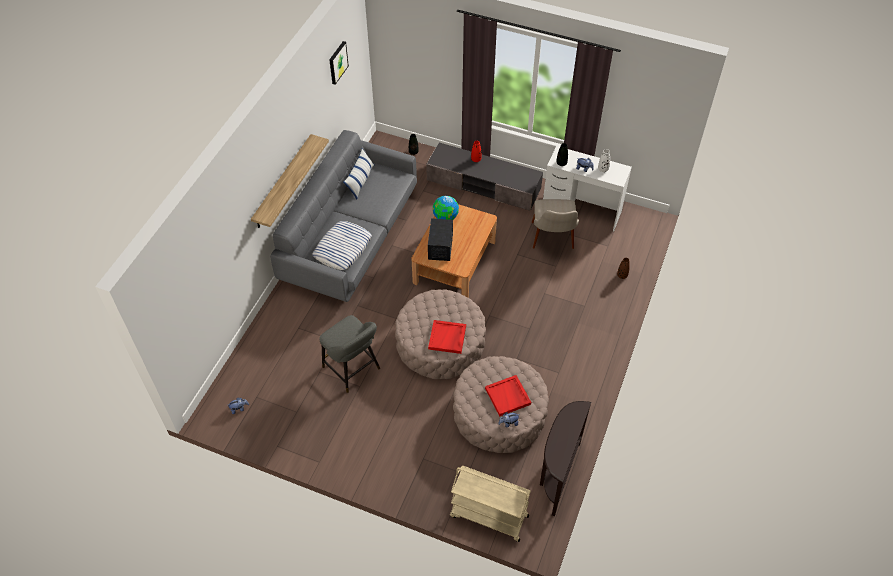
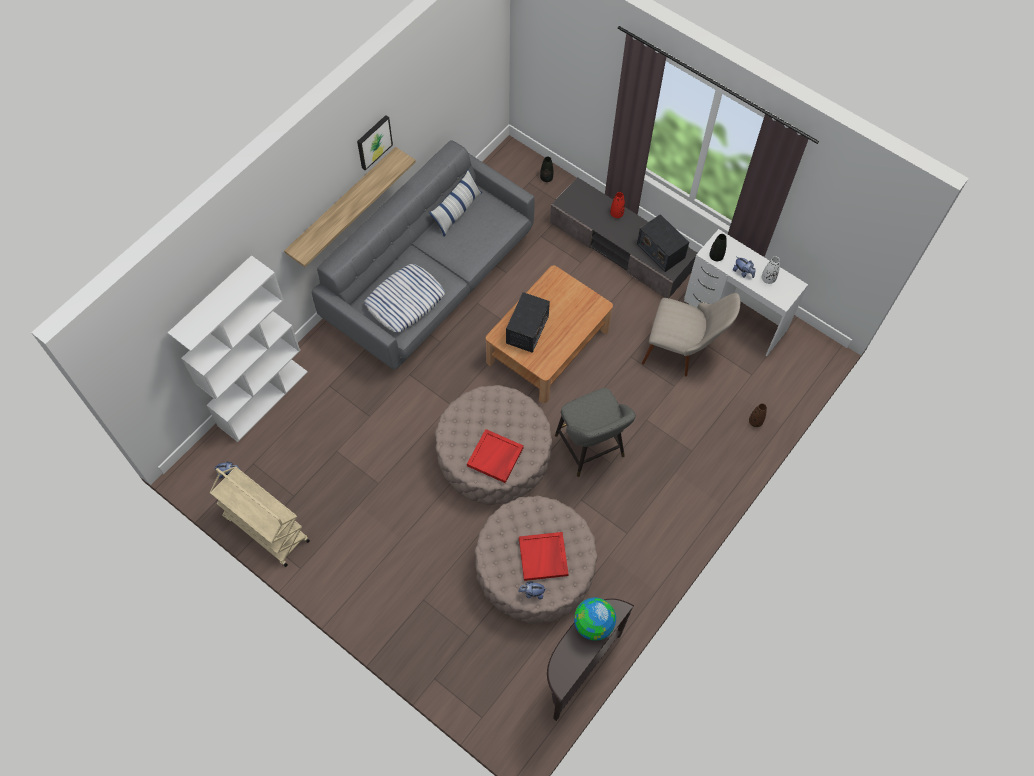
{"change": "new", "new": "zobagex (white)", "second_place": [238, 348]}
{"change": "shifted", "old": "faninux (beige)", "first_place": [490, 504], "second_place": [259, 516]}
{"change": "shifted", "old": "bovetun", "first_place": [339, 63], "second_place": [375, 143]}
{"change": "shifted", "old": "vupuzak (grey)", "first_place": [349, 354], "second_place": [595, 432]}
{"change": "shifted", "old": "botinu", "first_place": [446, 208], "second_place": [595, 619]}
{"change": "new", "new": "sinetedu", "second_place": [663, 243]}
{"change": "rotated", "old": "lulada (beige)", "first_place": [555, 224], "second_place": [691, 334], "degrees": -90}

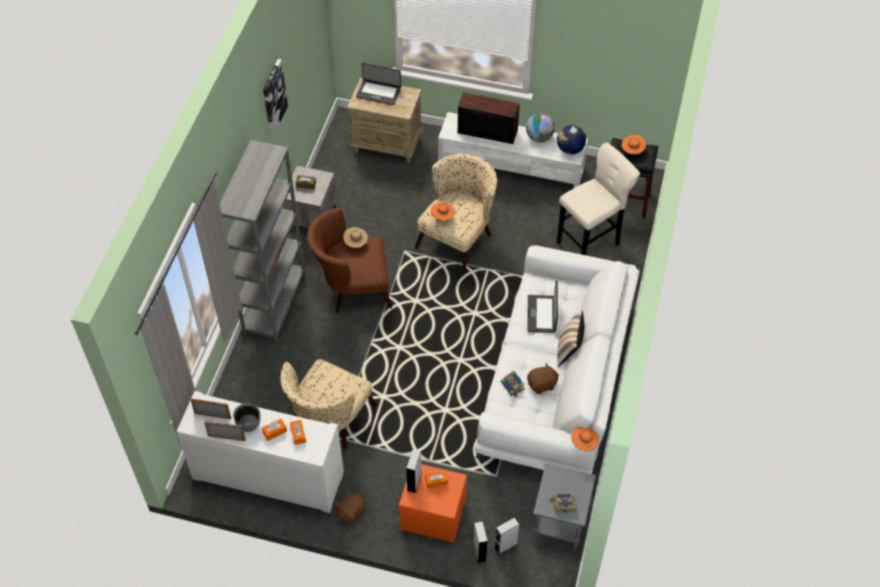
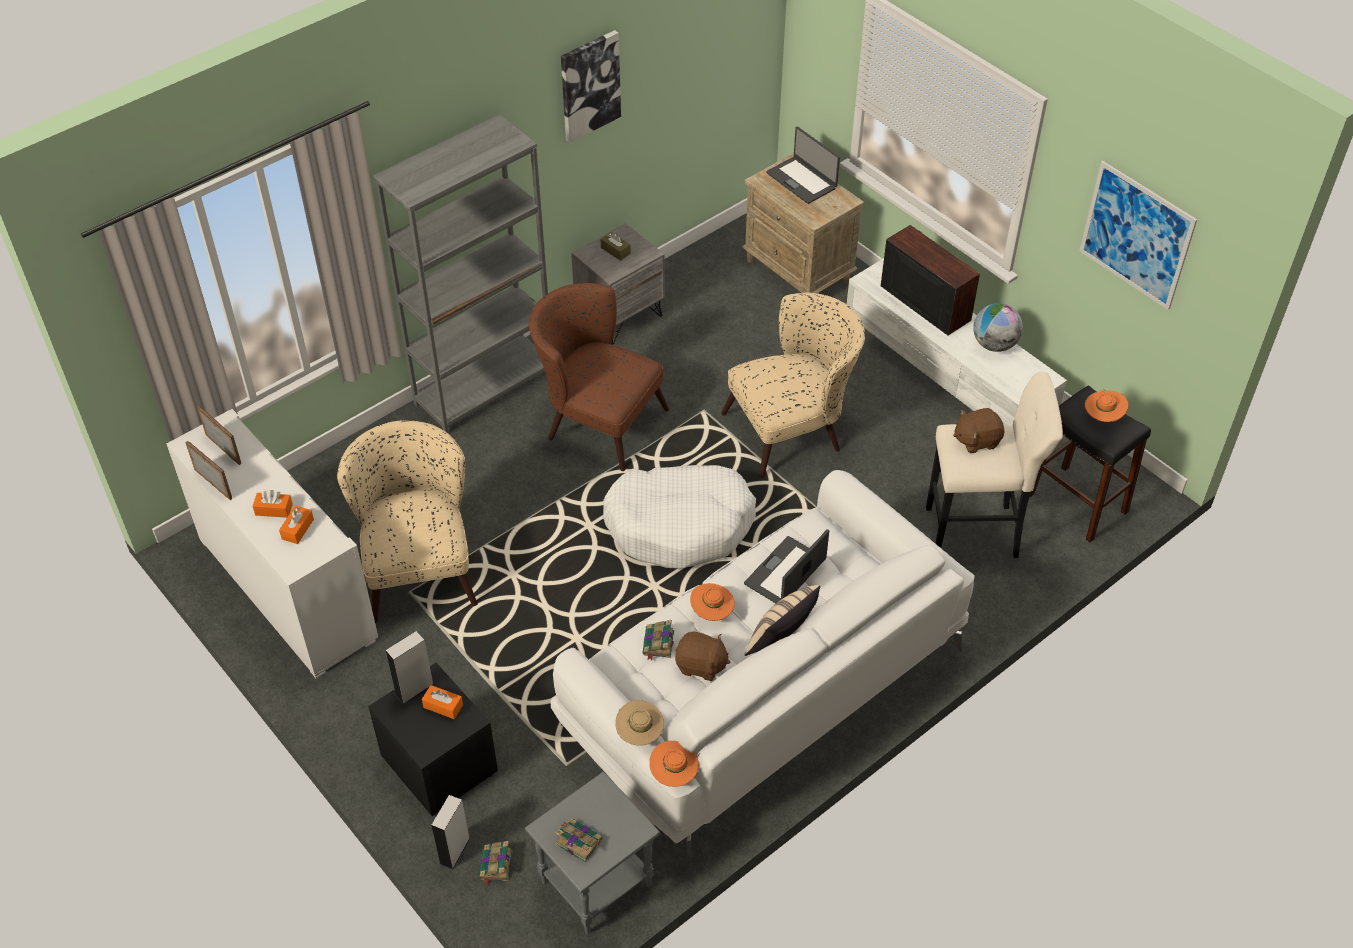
{"change": "rotated", "old": "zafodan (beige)", "first_place": [328, 404], "second_place": [407, 521], "degrees": 105}
{"change": "repainted", "old": "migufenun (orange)", "new": "migufenun (black)", "first_place": [433, 503], "second_place": [433, 739]}
{"change": "swapped", "old": "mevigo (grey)", "new": "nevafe", "first_place": [506, 536], "second_place": [496, 863]}
{"change": "new", "new": "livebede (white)", "second_place": [679, 517]}
{"change": "shifted", "old": "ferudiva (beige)", "first_place": [355, 237], "second_place": [639, 723]}
{"change": "shifted", "old": "ferudiva (orange)", "first_place": [443, 211], "second_place": [712, 602]}
{"change": "shifted", "old": "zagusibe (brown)", "first_place": [350, 508], "second_place": [979, 430]}
{"change": "new", "new": "bovetun", "second_place": [1138, 235]}
{"change": "gone", "old": "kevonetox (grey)", "first_place": [247, 417]}
{"change": "gone", "old": "botinu", "first_place": [571, 139]}

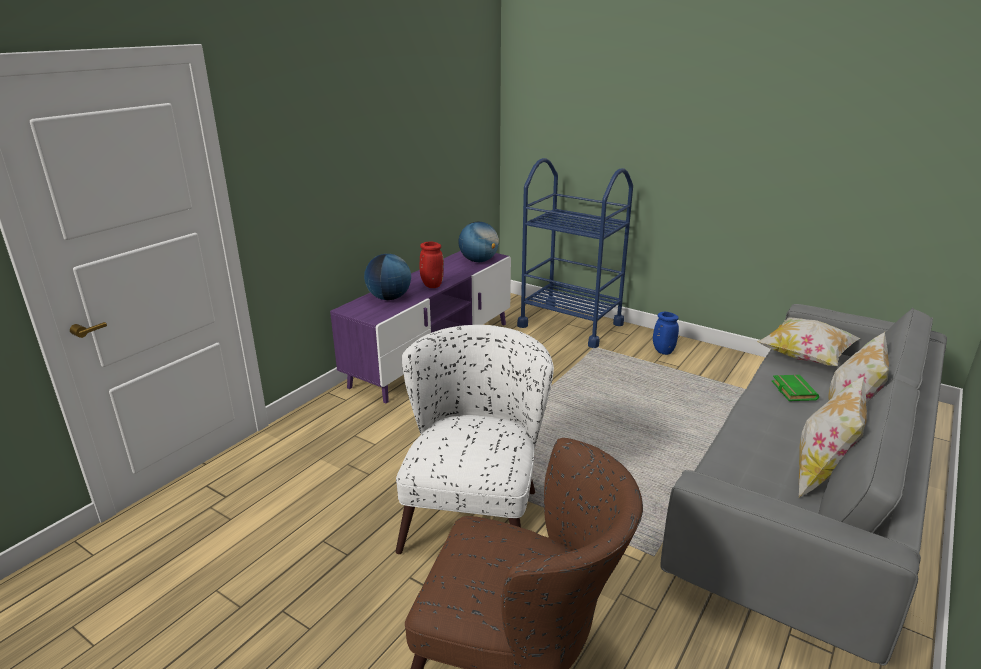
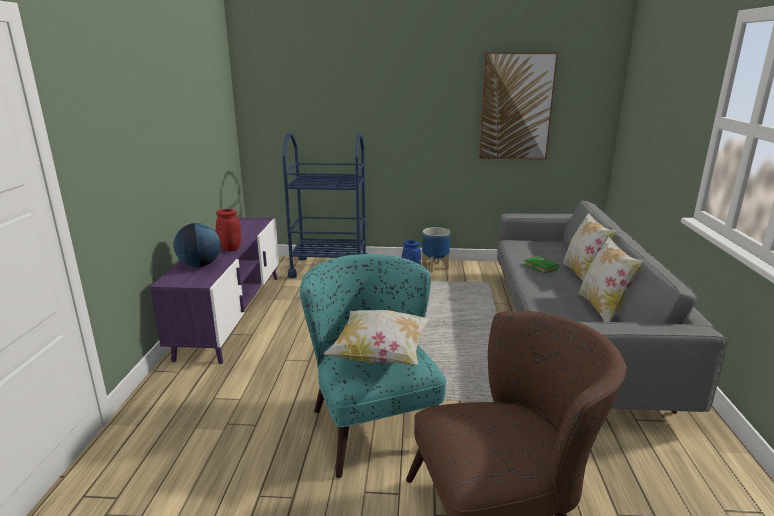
{"change": "repainted", "old": "zafodan (white)", "new": "zafodan (turquoise)", "first_place": [475, 439], "second_place": [373, 366]}
{"change": "shifted", "old": "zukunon", "first_place": [808, 341], "second_place": [377, 337]}
{"change": "new", "new": "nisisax", "second_place": [436, 250]}
{"change": "new", "new": "bovetun", "second_place": [518, 106]}
{"change": "gone", "old": "botinu", "first_place": [478, 242]}

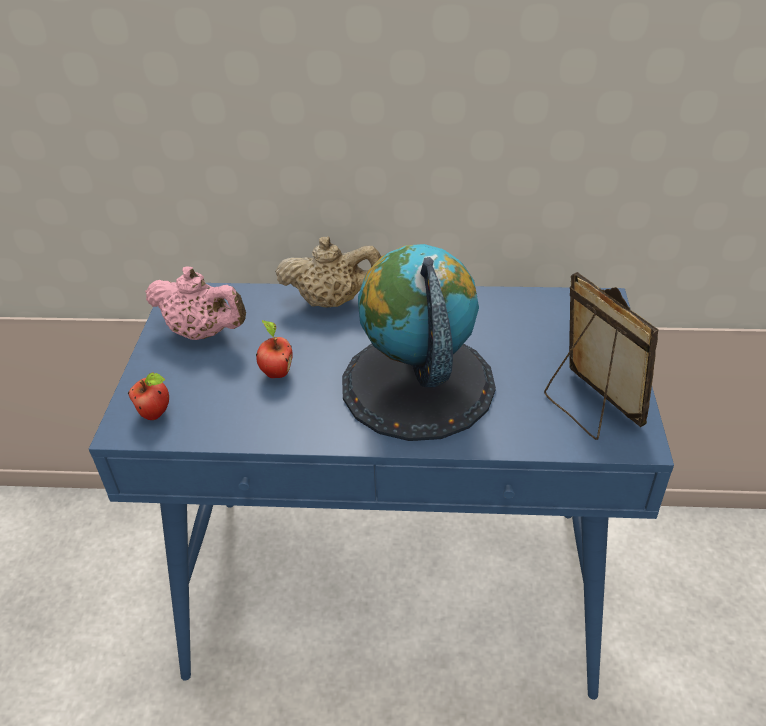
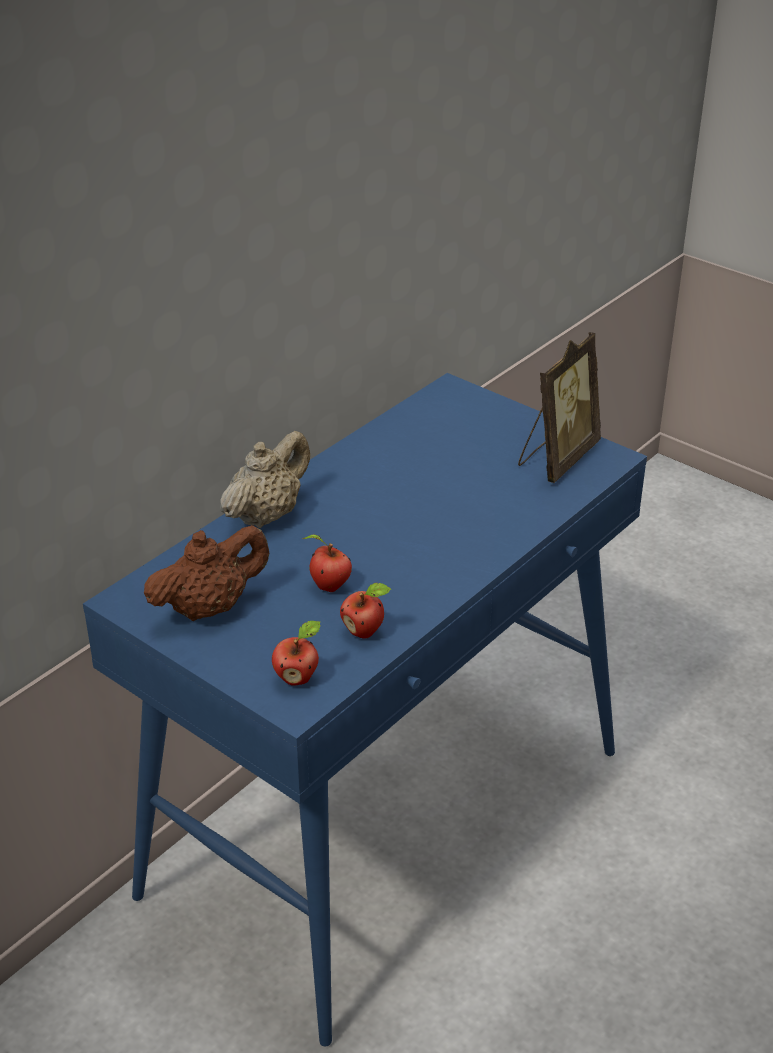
{"change": "repainted", "old": "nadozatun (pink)", "new": "nadozatun (brown)", "first_place": [195, 303], "second_place": [206, 573]}
{"change": "new", "new": "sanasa", "second_place": [365, 611]}
{"change": "rotated", "old": "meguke", "first_place": [601, 356], "second_place": [559, 407], "degrees": 120}
{"change": "gone", "old": "botinu", "first_place": [419, 342]}

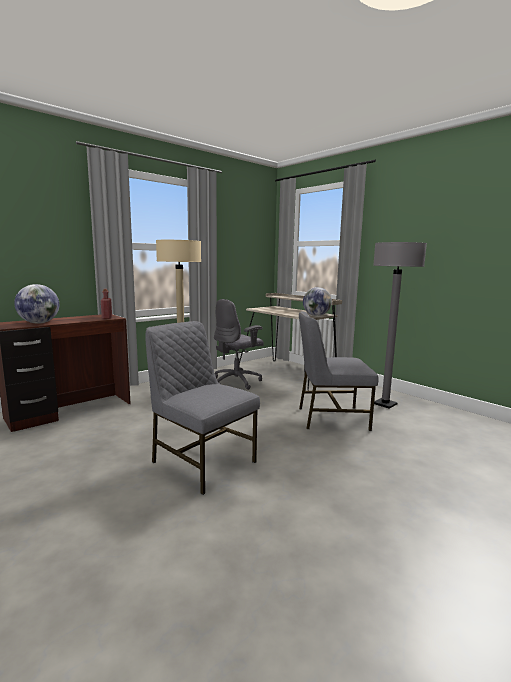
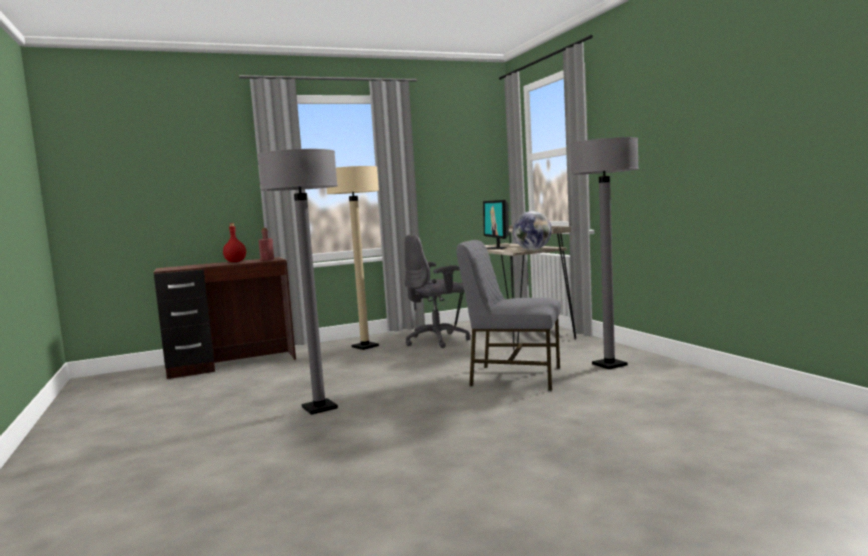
{"change": "new", "new": "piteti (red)", "second_place": [234, 242]}
{"change": "swapped", "old": "lulada (grey)", "new": "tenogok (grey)", "first_place": [202, 408], "second_place": [298, 282]}
{"change": "new", "new": "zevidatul", "second_place": [496, 224]}
{"change": "gone", "old": "botinu", "first_place": [36, 304]}

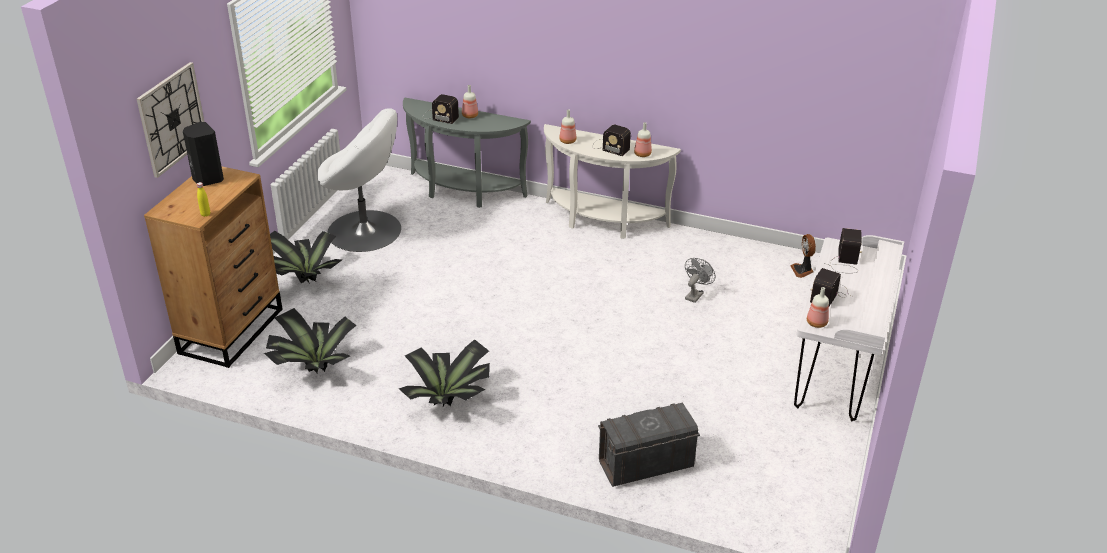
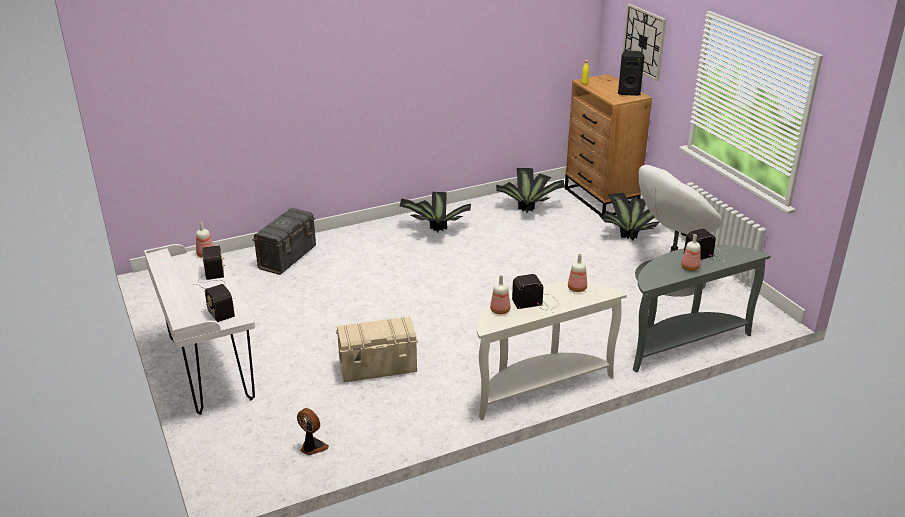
{"change": "swapped", "old": "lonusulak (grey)", "new": "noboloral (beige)", "first_place": [700, 280], "second_place": [377, 349]}

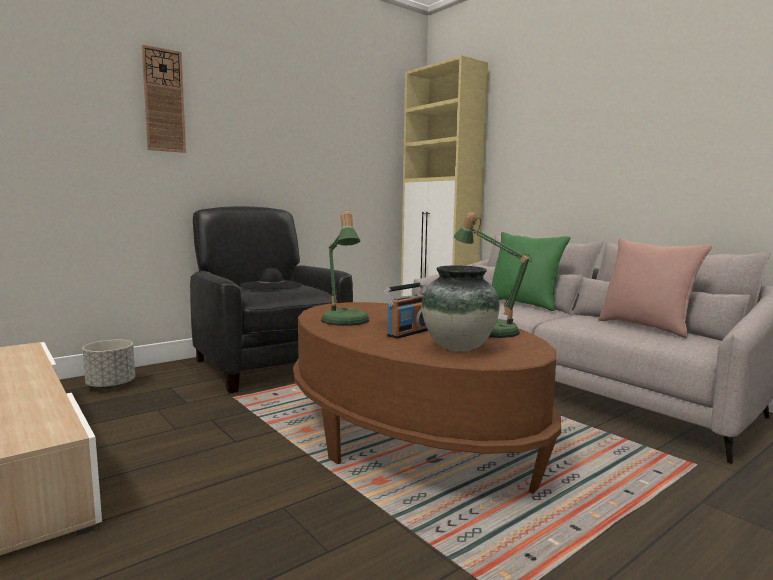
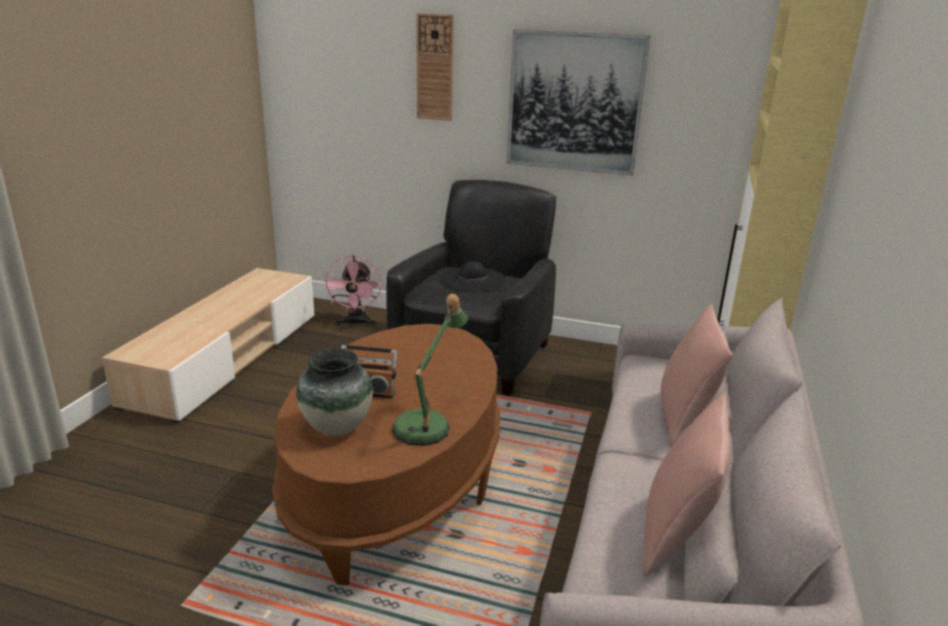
{"change": "swapped", "old": "nisisax (grey)", "new": "lonusulak (pink)", "first_place": [108, 364], "second_place": [353, 290]}
{"change": "new", "new": "bovetun", "second_place": [579, 102]}
{"change": "repainted", "old": "zukunon (green)", "new": "zukunon (pink)", "first_place": [531, 271], "second_place": [697, 375]}
{"change": "gone", "old": "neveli", "first_place": [345, 268]}

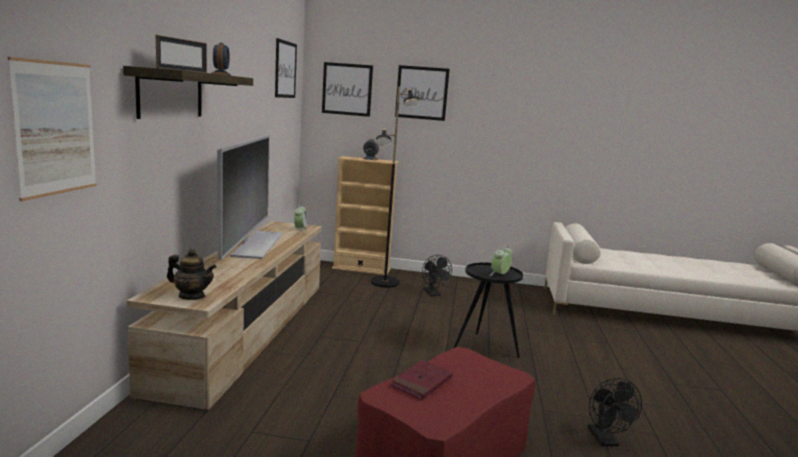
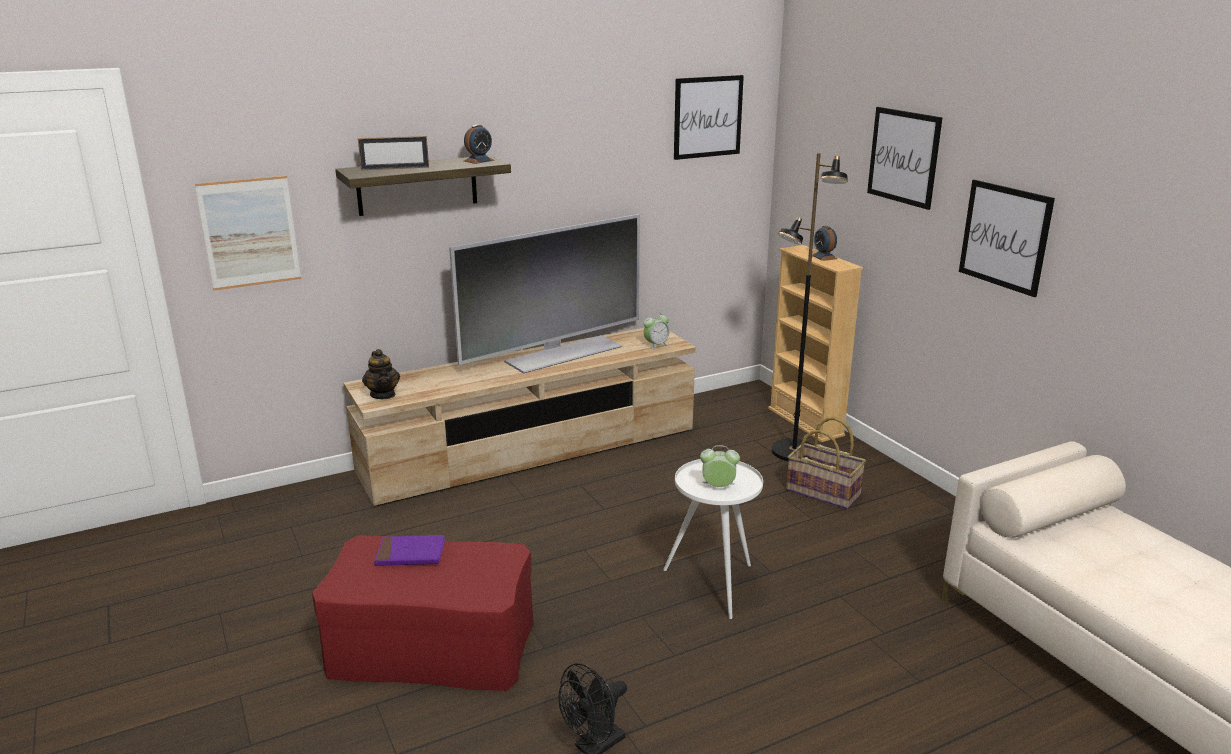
{"change": "repainted", "old": "nevafe (red)", "new": "nevafe (purple)", "first_place": [422, 380], "second_place": [409, 550]}
{"change": "repainted", "old": "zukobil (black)", "new": "zukobil (white)", "first_place": [488, 310], "second_place": [713, 539]}
{"change": "swapped", "old": "lonusulak (black)", "new": "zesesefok", "first_place": [437, 275], "second_place": [826, 463]}
{"change": "shifted", "old": "bovetun", "first_place": [347, 89], "second_place": [1007, 238]}

